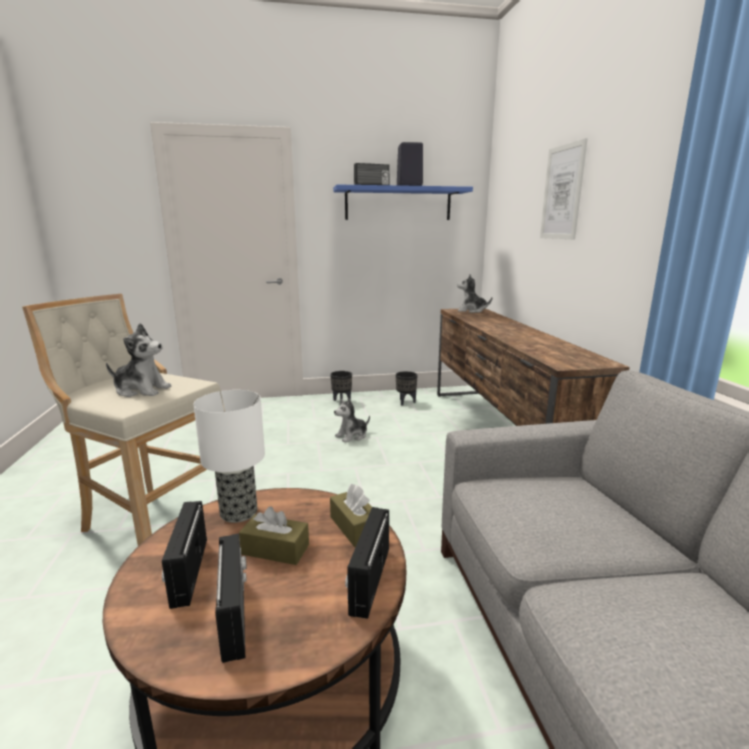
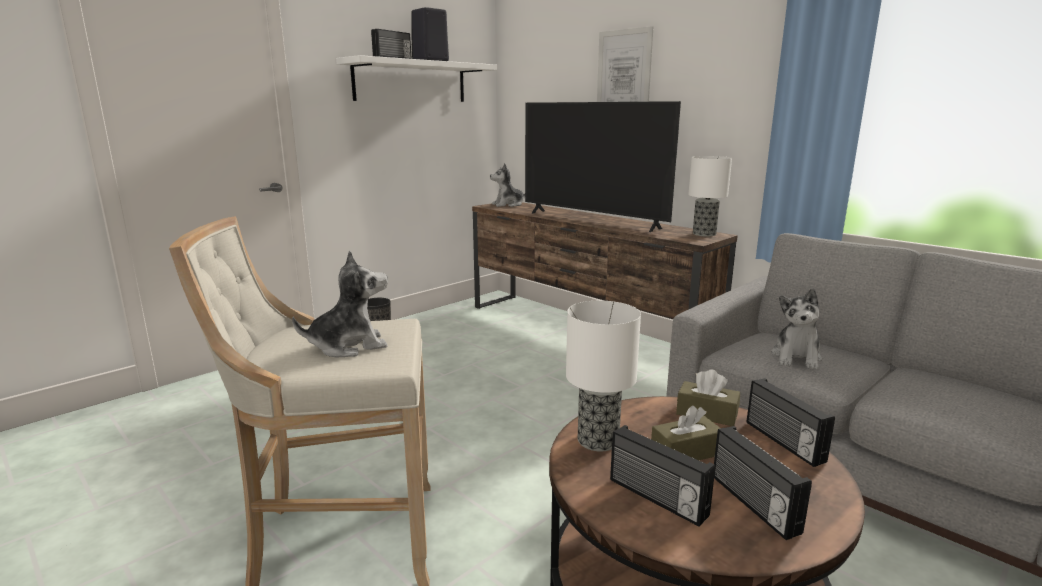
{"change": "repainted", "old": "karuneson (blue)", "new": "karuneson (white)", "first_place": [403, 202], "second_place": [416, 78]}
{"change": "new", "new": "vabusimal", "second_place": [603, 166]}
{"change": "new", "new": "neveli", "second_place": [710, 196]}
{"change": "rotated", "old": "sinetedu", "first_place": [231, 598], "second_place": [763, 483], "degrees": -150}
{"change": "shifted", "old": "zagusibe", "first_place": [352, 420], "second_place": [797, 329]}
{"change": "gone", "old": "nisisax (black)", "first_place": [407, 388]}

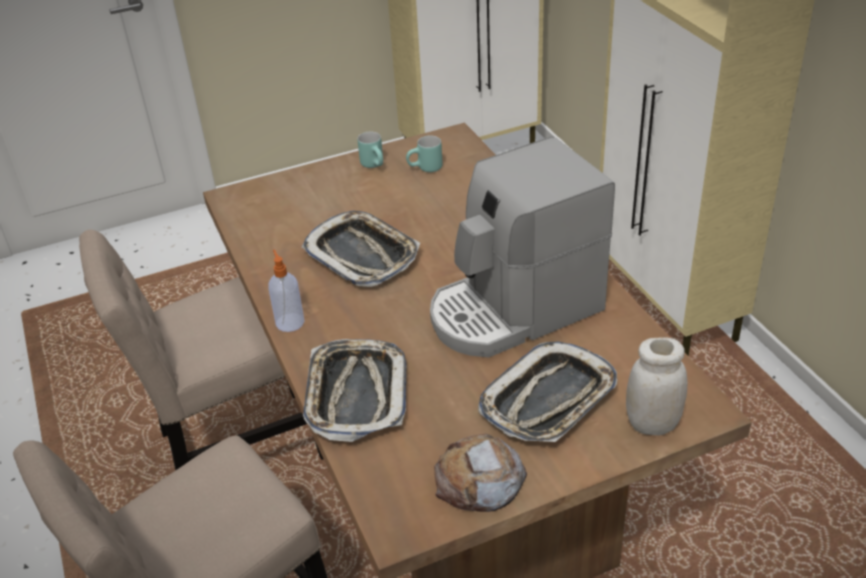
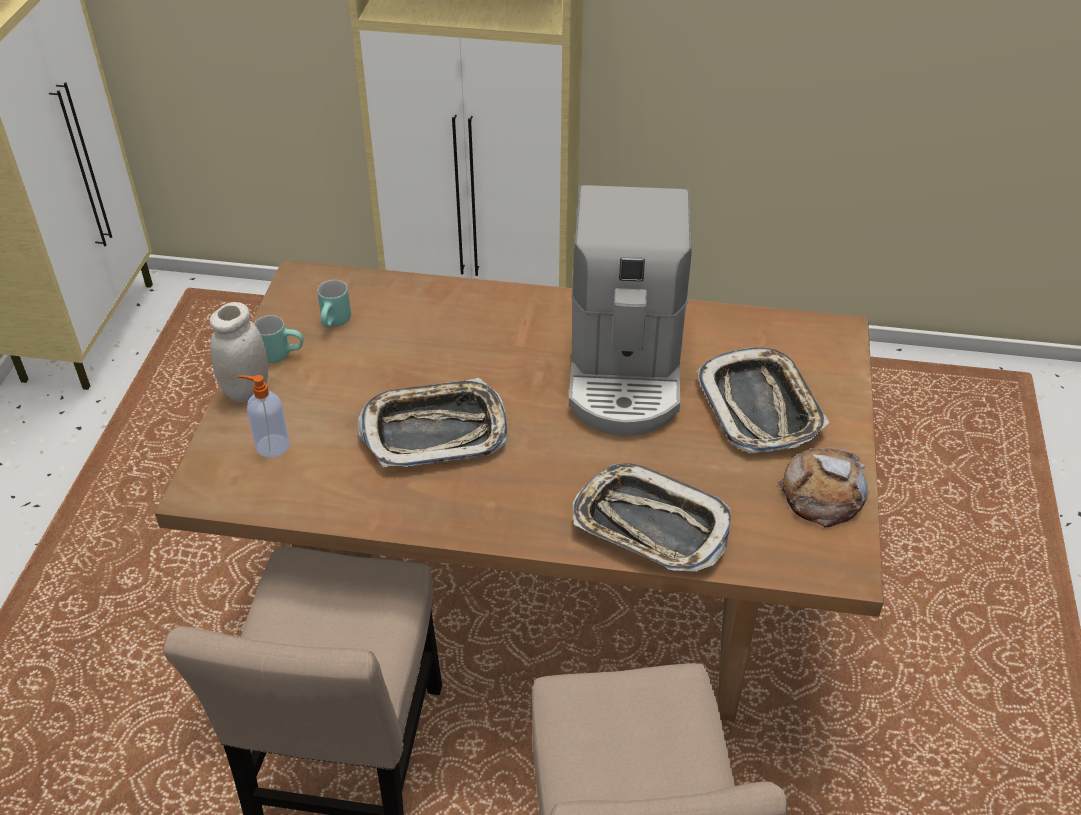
{"change": "shifted", "old": "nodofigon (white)", "first_place": [656, 386], "second_place": [239, 352]}
{"change": "shifted", "old": "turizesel", "first_place": [286, 291], "second_place": [264, 416]}

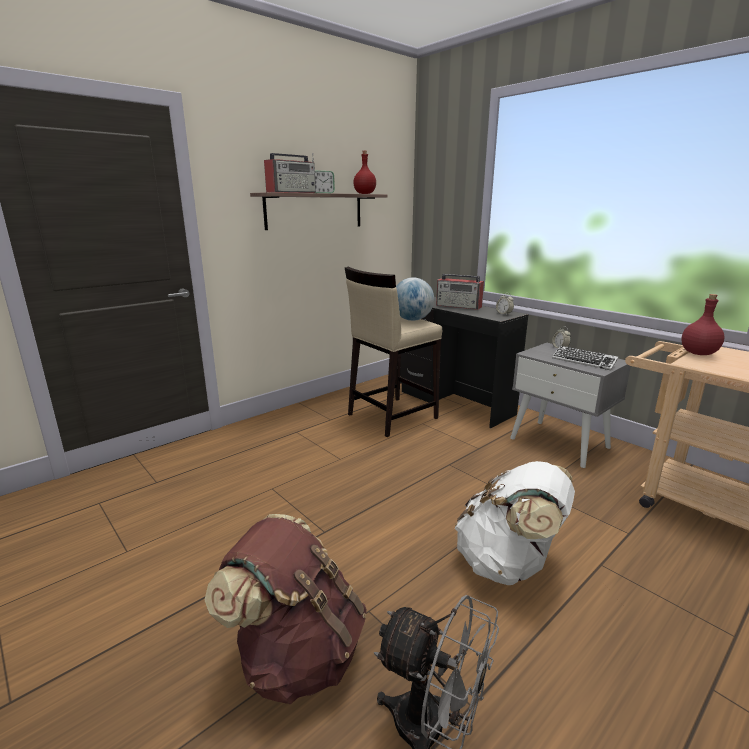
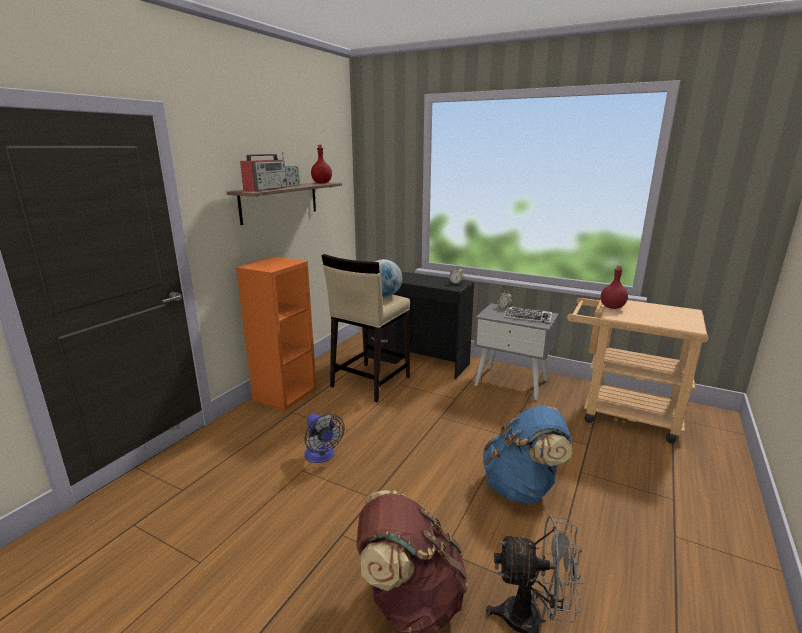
{"change": "new", "new": "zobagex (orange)", "second_place": [276, 333]}
{"change": "new", "new": "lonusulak", "second_place": [324, 438]}
{"change": "repainted", "old": "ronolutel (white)", "new": "ronolutel (blue)", "first_place": [515, 523], "second_place": [527, 454]}
{"change": "gone", "old": "sinetedu", "first_place": [460, 292]}

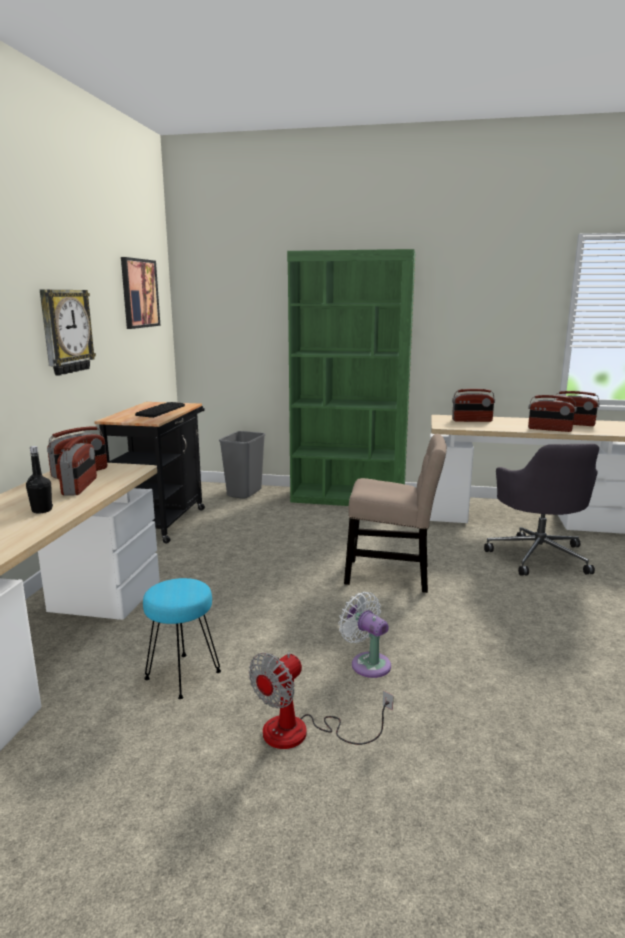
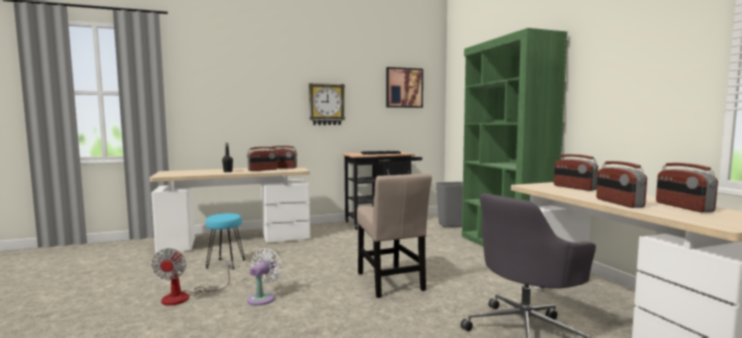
{"change": "rotated", "old": "lonusulak", "first_place": [321, 700], "second_place": [192, 276], "degrees": -105}

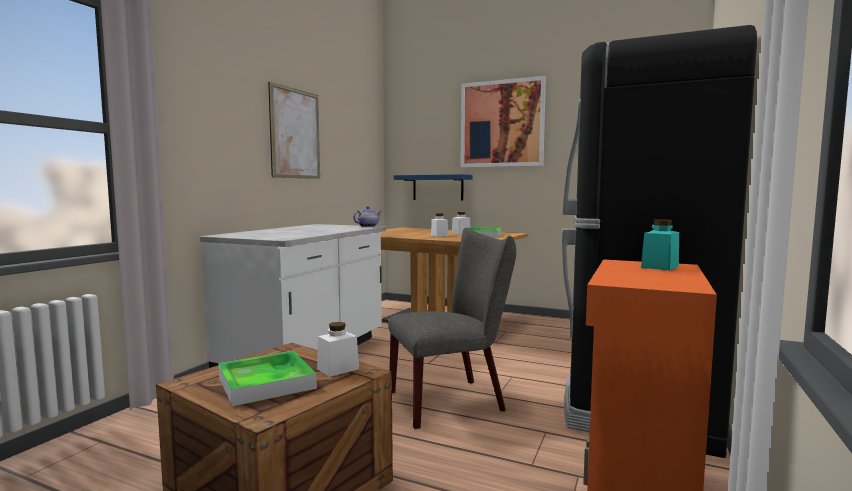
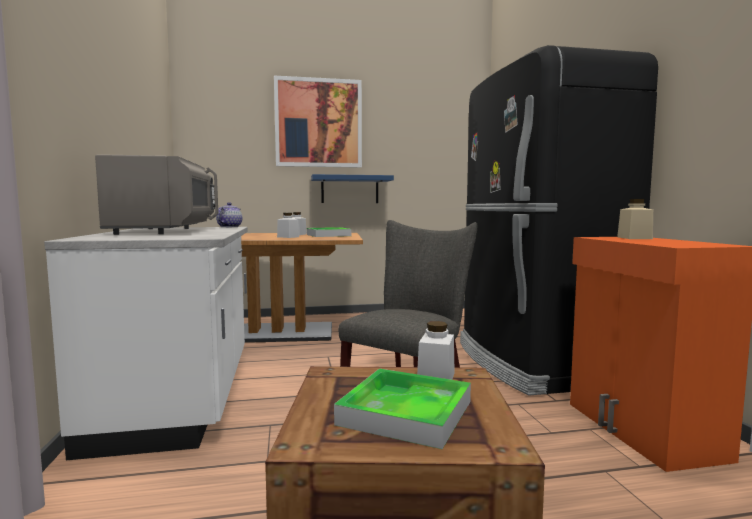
{"change": "new", "new": "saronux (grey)", "second_place": [156, 194]}
{"change": "shifted", "old": "karuneson (blue)", "first_place": [433, 187], "second_place": [352, 188]}
{"change": "repainted", "old": "nodofigon (turquoise)", "new": "nodofigon (beige)", "first_place": [660, 245], "second_place": [635, 219]}
{"change": "gone", "old": "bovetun", "first_place": [294, 130]}

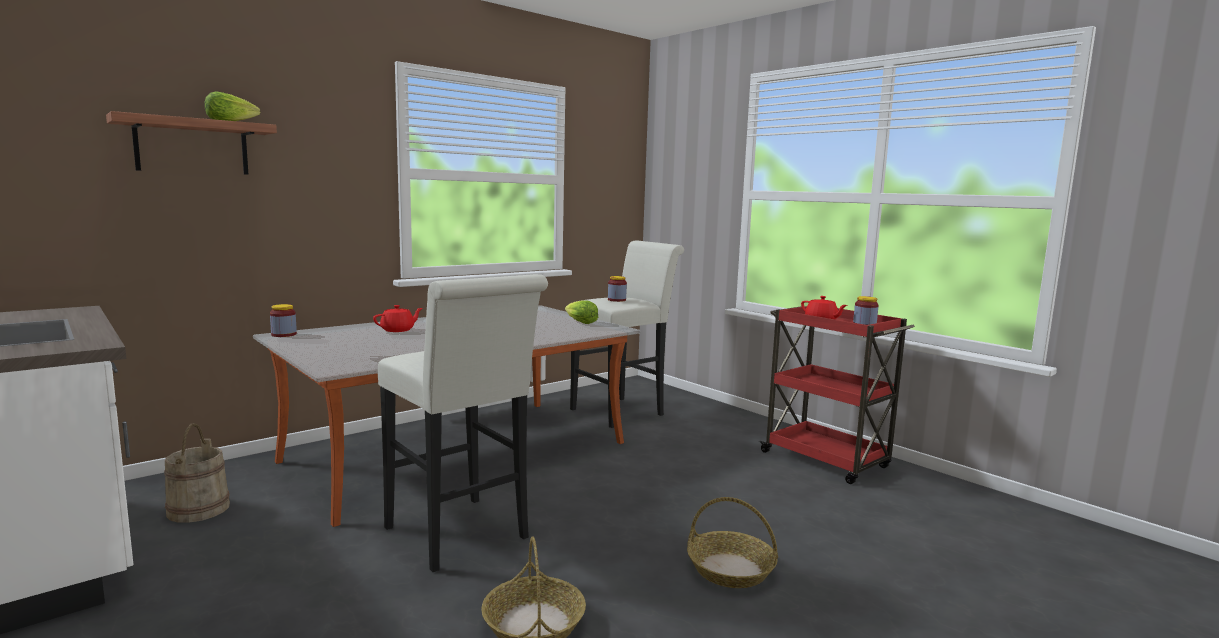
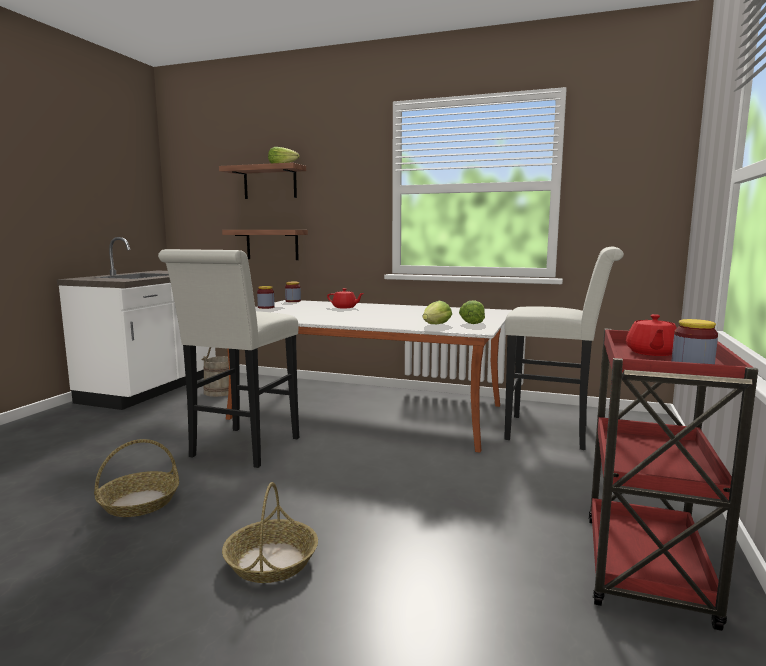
{"change": "new", "new": "karuneson", "second_place": [265, 245]}
{"change": "shifted", "old": "nodofigon", "first_place": [617, 289], "second_place": [266, 297]}
{"change": "new", "new": "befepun", "second_place": [437, 312]}

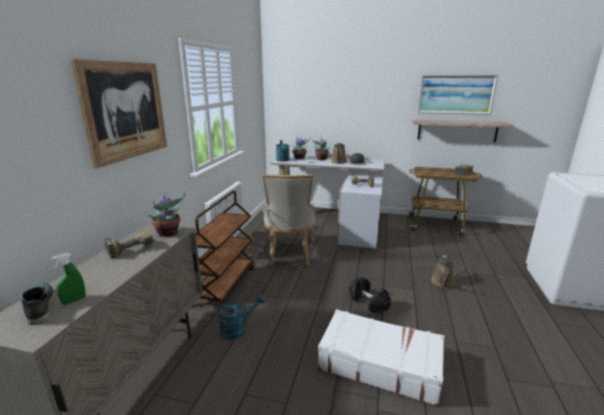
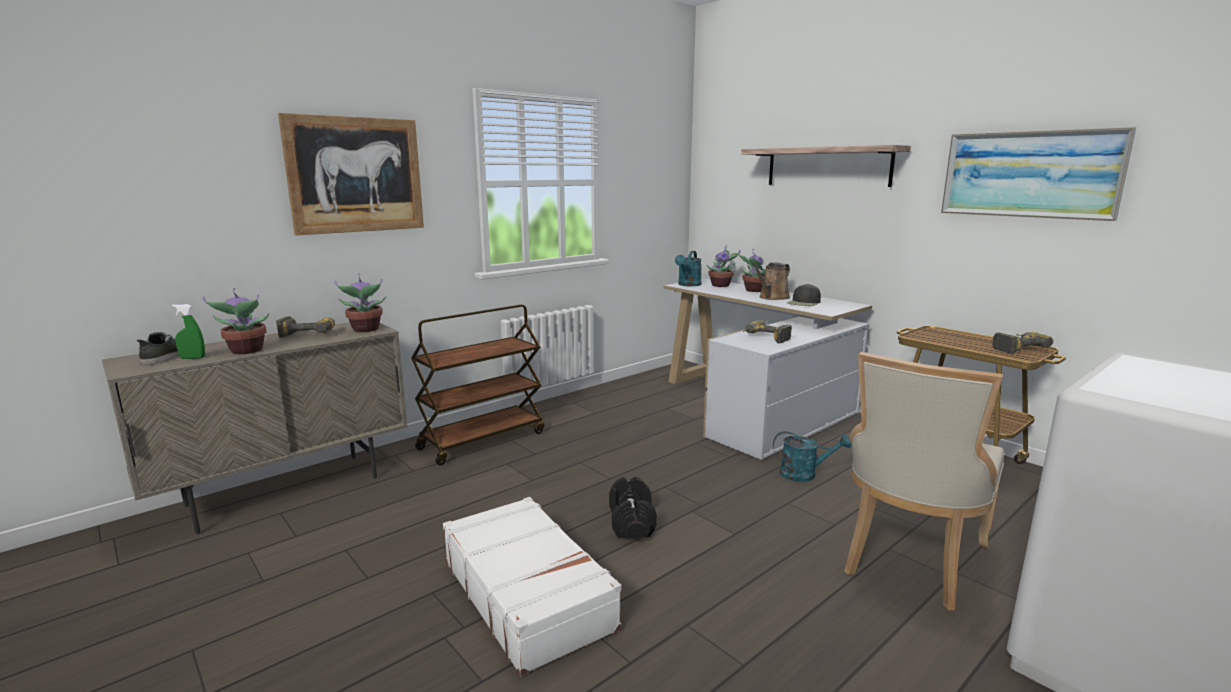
{"change": "new", "new": "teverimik", "second_place": [235, 321]}
{"change": "shifted", "old": "karuneson", "first_place": [463, 131], "second_place": [826, 166]}
{"change": "shifted", "old": "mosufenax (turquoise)", "first_place": [238, 316], "second_place": [812, 456]}
{"change": "shifted", "old": "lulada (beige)", "first_place": [288, 219], "second_place": [924, 481]}
{"change": "gone", "old": "mosufenax (brown)", "first_place": [443, 271]}

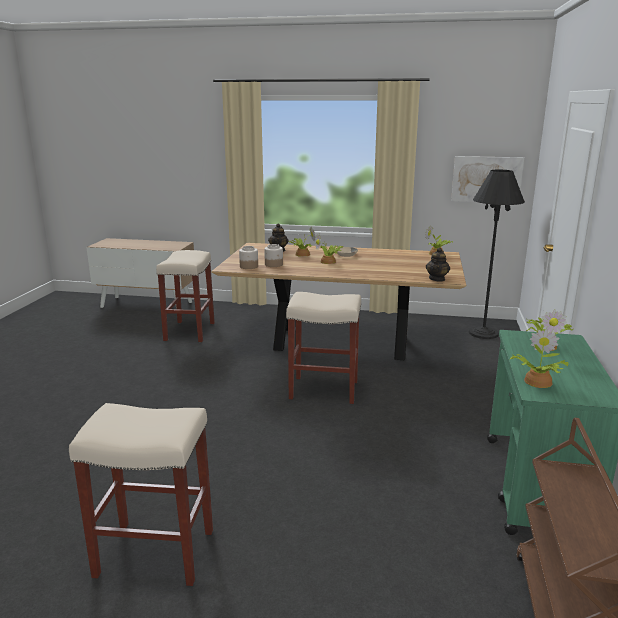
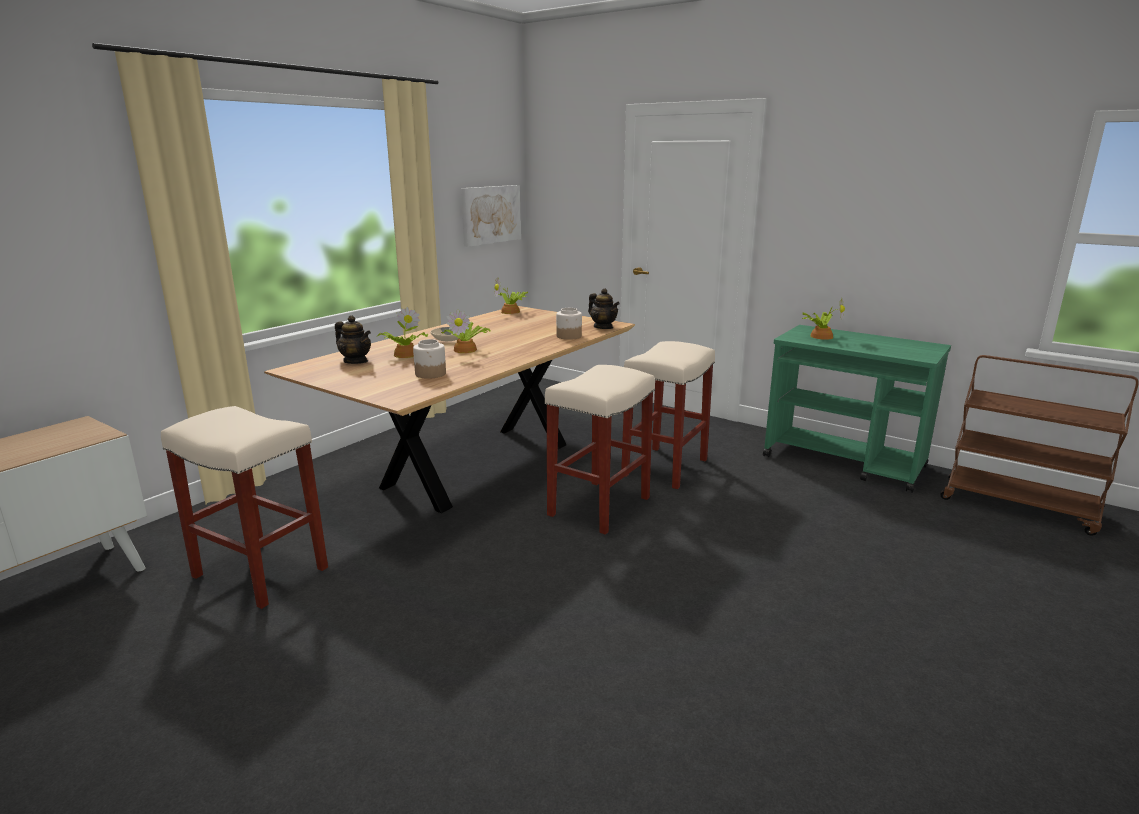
{"change": "shifted", "old": "nodofigon", "first_place": [248, 257], "second_place": [569, 324]}
{"change": "shifted", "old": "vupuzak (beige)", "first_place": [141, 494], "second_place": [668, 415]}
{"change": "gone", "old": "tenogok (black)", "first_place": [497, 254]}
{"change": "gone", "old": "teverimik", "first_place": [539, 358]}

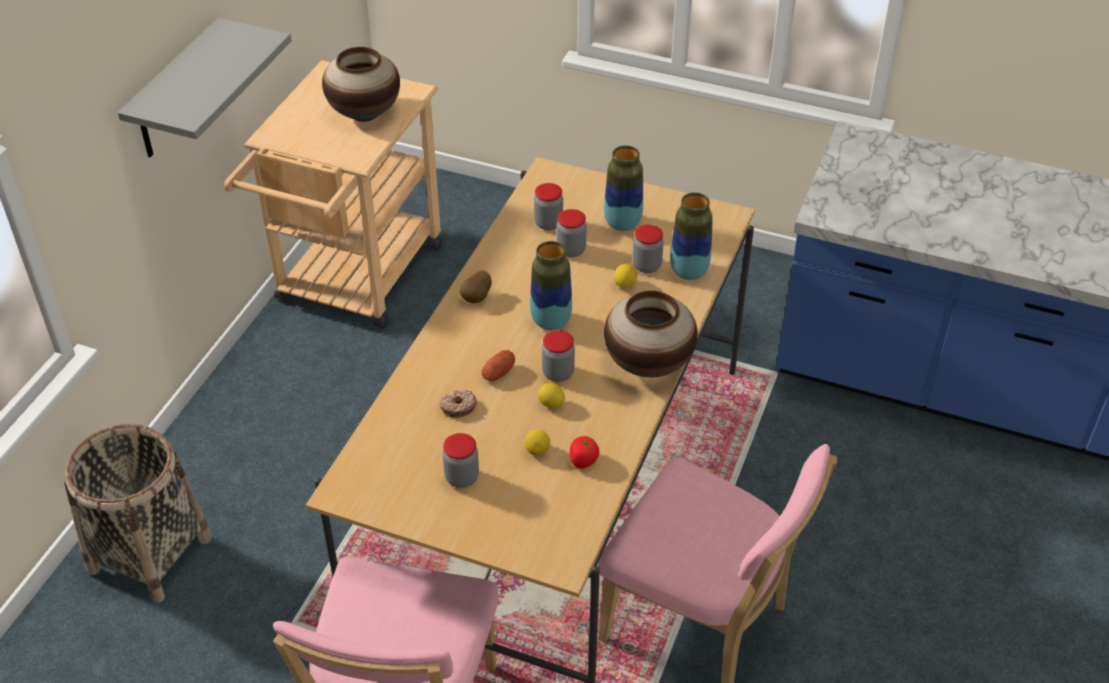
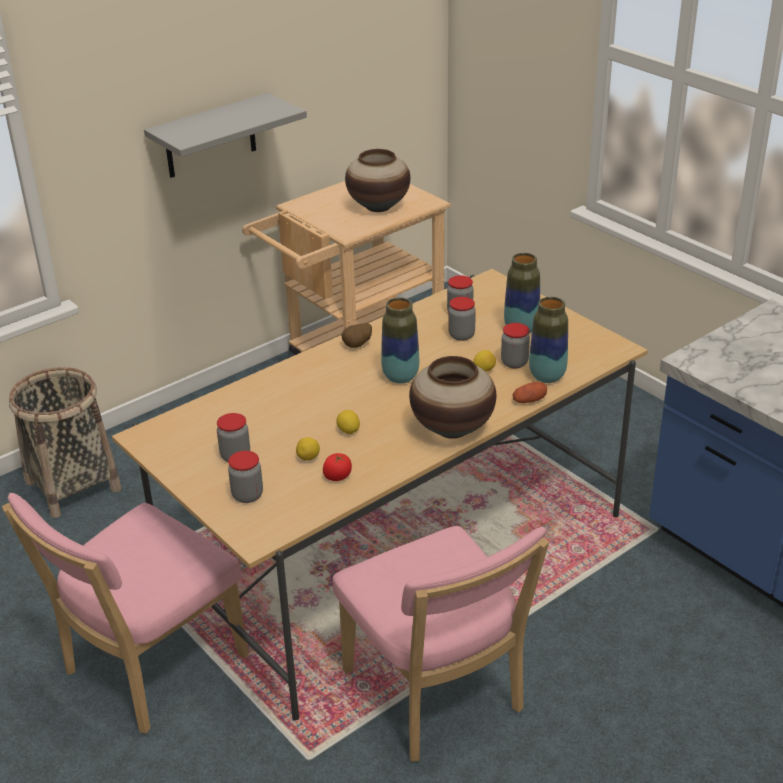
{"change": "shifted", "old": "nodofigon", "first_place": [558, 356], "second_place": [245, 477]}
{"change": "shifted", "old": "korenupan", "first_place": [498, 365], "second_place": [530, 392]}
{"change": "gone", "old": "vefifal", "first_place": [458, 404]}

